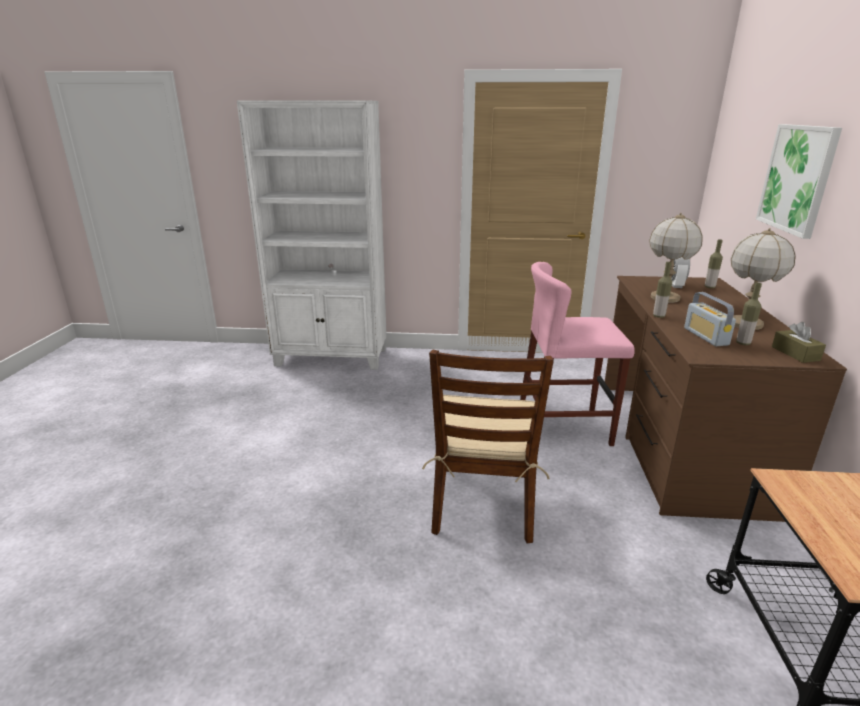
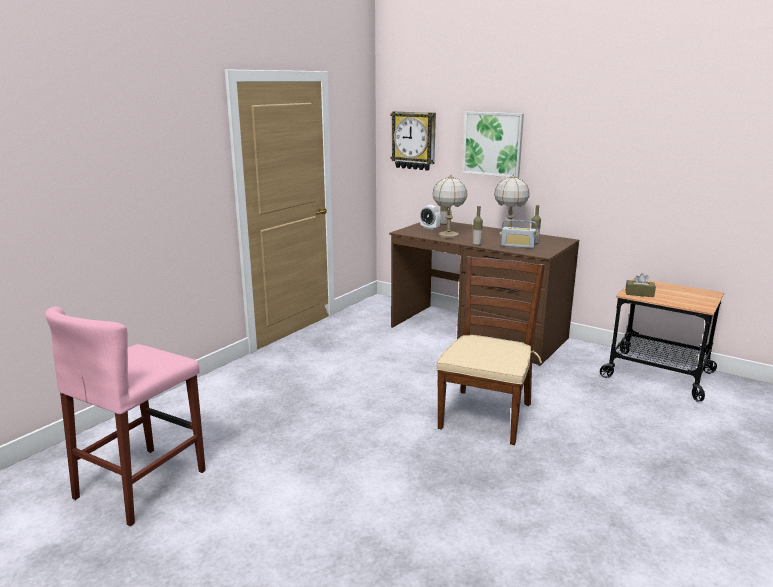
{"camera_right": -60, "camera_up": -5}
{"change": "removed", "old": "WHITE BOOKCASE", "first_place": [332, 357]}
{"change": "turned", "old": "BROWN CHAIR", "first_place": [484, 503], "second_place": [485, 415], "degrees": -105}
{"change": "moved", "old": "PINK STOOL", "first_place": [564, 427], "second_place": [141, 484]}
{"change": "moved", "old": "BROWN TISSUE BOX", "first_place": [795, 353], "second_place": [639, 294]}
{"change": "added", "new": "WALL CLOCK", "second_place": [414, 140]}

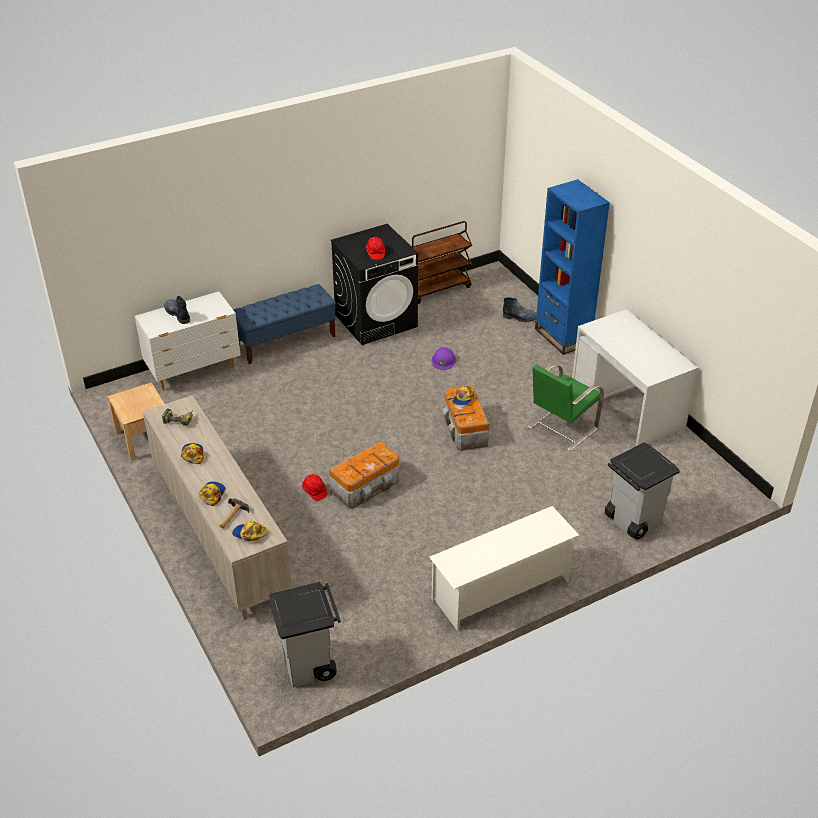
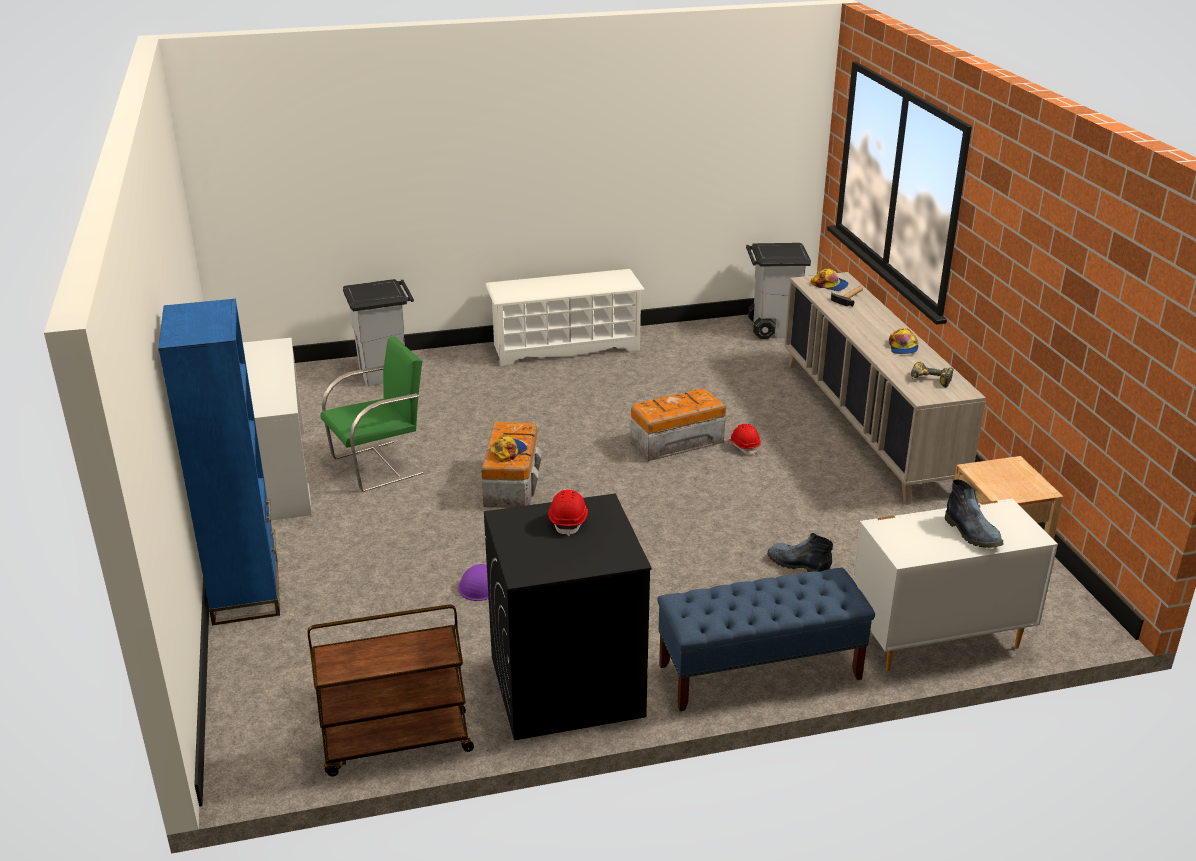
{"camera_right": -165, "camera_up": -10}
{"change": "removed", "old": "CAP", "first_place": [212, 494]}
{"change": "moved", "old": "BOOT", "first_place": [520, 317], "second_place": [797, 565]}

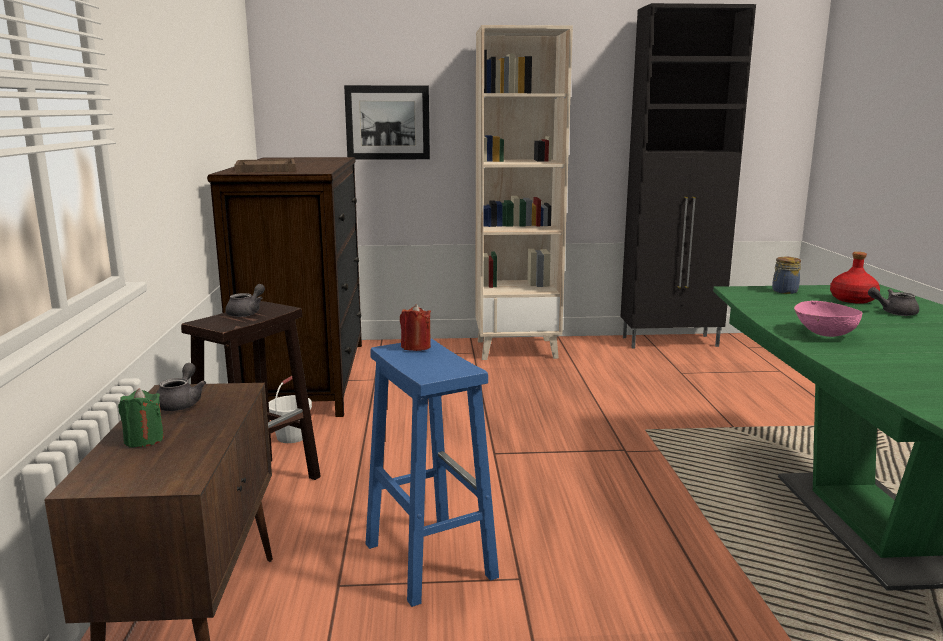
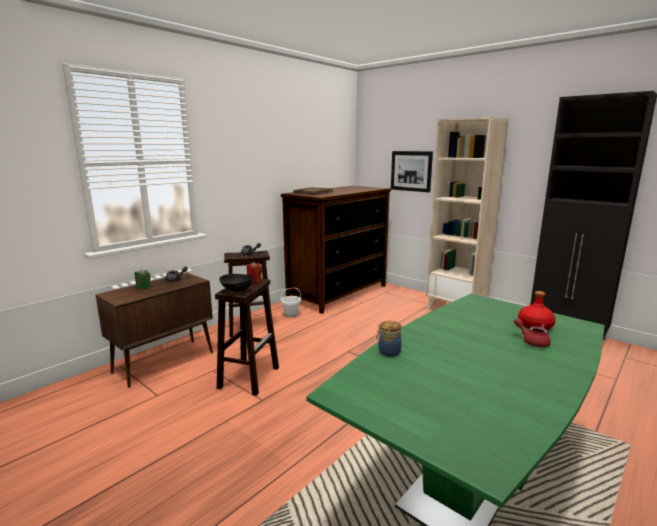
{"camera_right": 45, "camera_up": 0}
{"change": "recoloured", "old": "BLUE STOOL", "new": "BROWN STOOL", "first_place": [428, 559], "second_place": [249, 377]}
{"change": "moved", "old": "JAR", "first_place": [783, 291], "second_place": [388, 352]}
{"change": "removed", "old": "PINK BOWL", "first_place": [823, 334]}
{"change": "recoloured", "old": "GREY TEAPOT", "new": "RED TEAPOT", "first_place": [893, 312], "second_place": [532, 341]}
{"change": "added", "new": "BLACK BOWL", "second_place": [236, 290]}

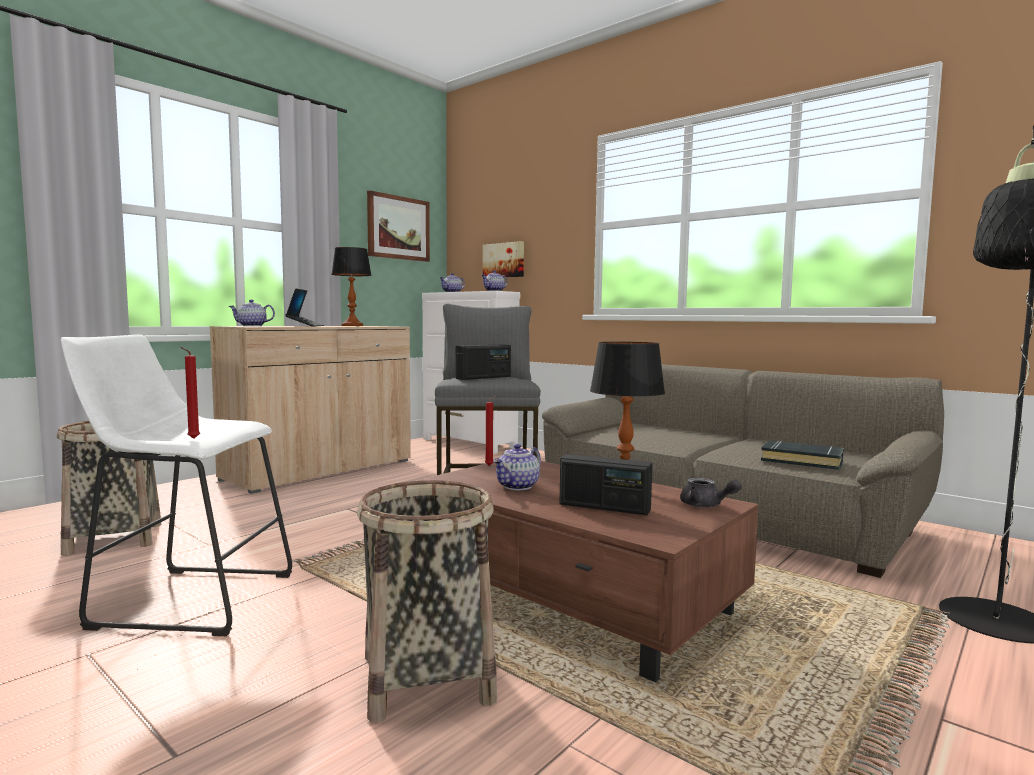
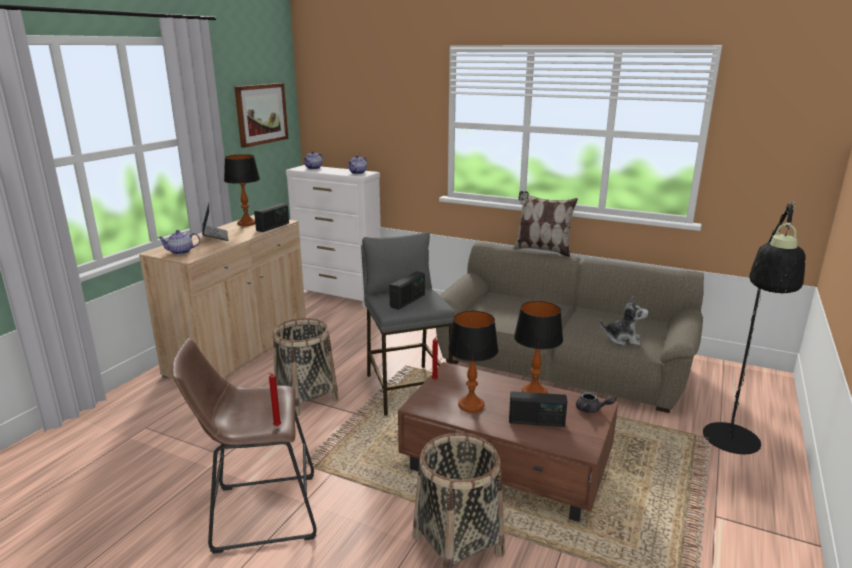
{"camera_right": -15, "camera_up": 15}
{"change": "moved", "old": "BASKET", "first_place": [114, 539], "second_place": [306, 397]}
{"change": "recoloured", "old": "WHITE STOOL", "new": "BROWN STOOL", "first_place": [186, 599], "second_place": [258, 512]}
{"change": "removed", "old": "PICTURE", "first_place": [504, 260]}
{"change": "replaced", "old": "TEAPOT", "new": "TABLE LAMP", "first_place": [518, 486], "second_place": [471, 405]}
{"change": "replaced", "old": "BLACK BOOK", "new": "PLUSH TOY", "first_place": [802, 461], "second_place": [622, 339]}
{"change": "added", "new": "RADIO", "second_place": [273, 227]}
{"change": "added", "new": "PILLOW", "second_place": [542, 250]}

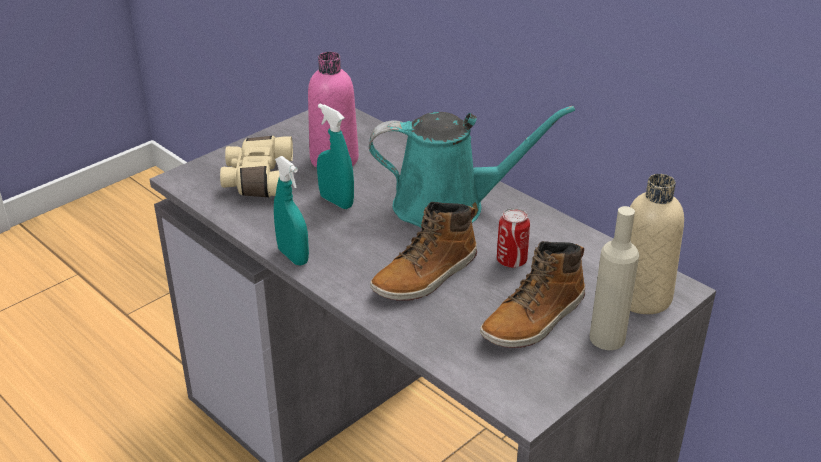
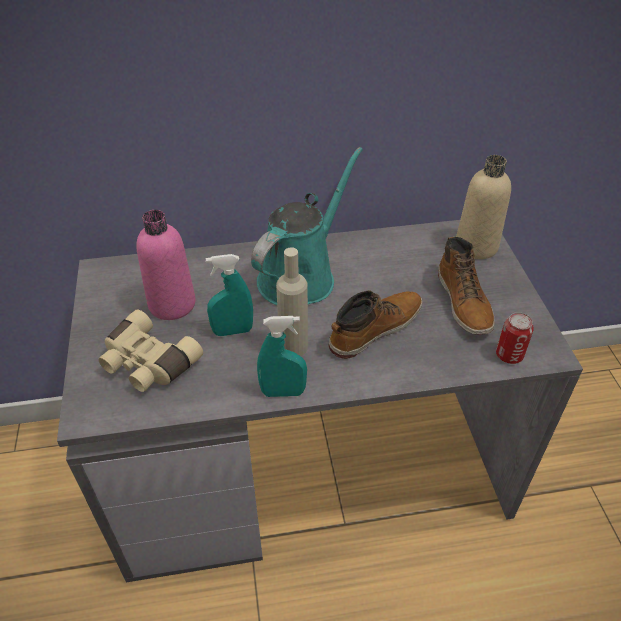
{"camera_right": -55, "camera_up": 10}
{"change": "turned", "old": "BOOT", "first_place": [426, 276], "second_place": [374, 329], "degrees": -120}
{"change": "moved", "old": "CAN", "first_place": [511, 261], "second_place": [509, 355]}
{"change": "moved", "old": "BEIGE BOTTLE", "first_place": [607, 338], "second_place": [293, 347]}

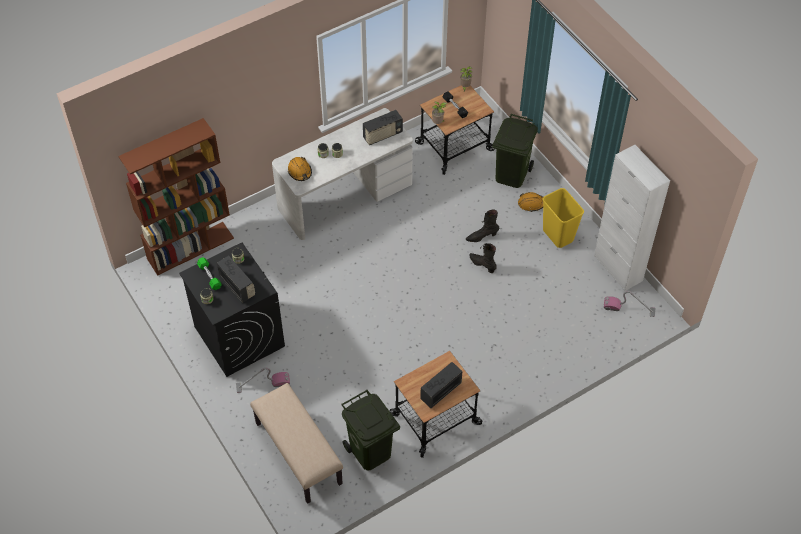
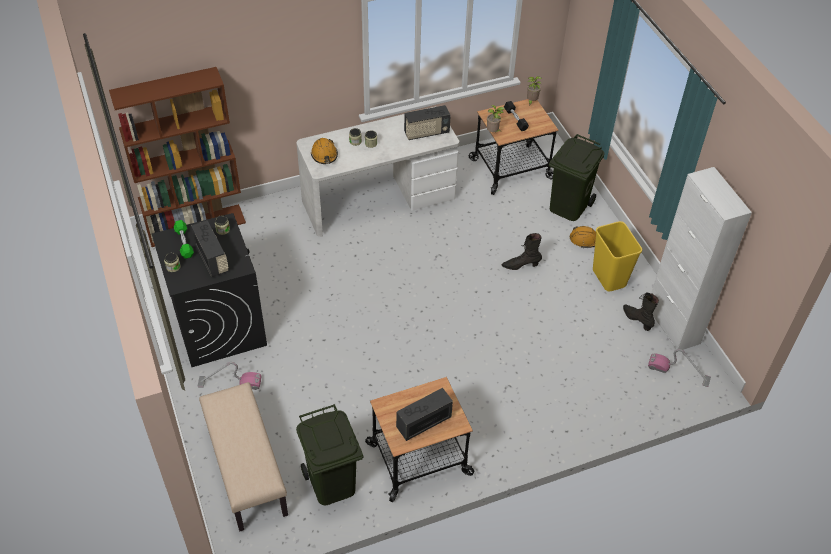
{"camera_right": 10, "camera_up": -5}
{"change": "moved", "old": "BLACK BOOT", "first_place": [482, 265], "second_place": [637, 320]}

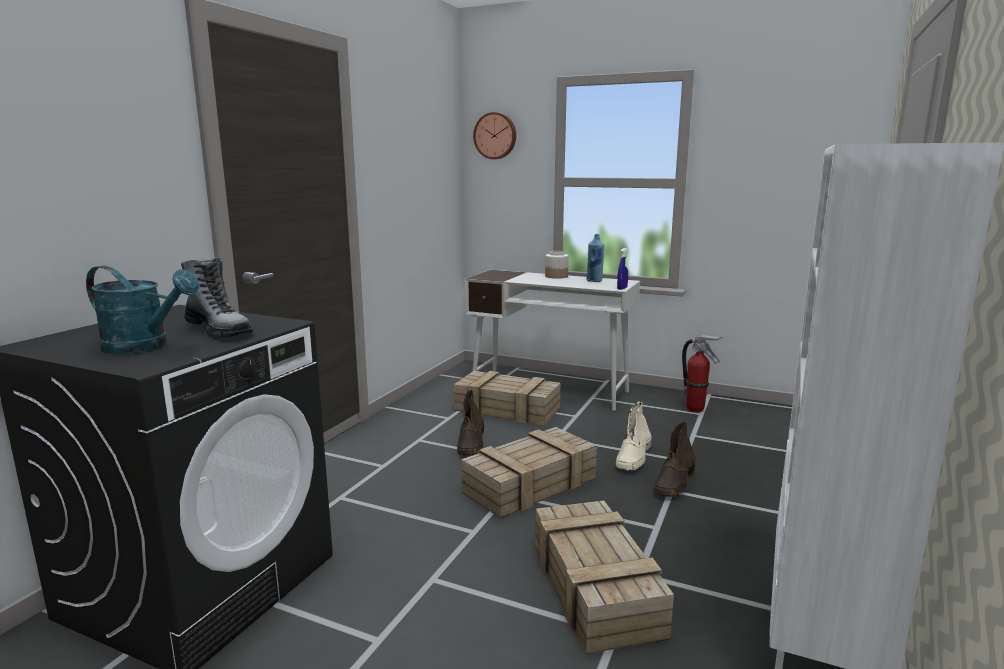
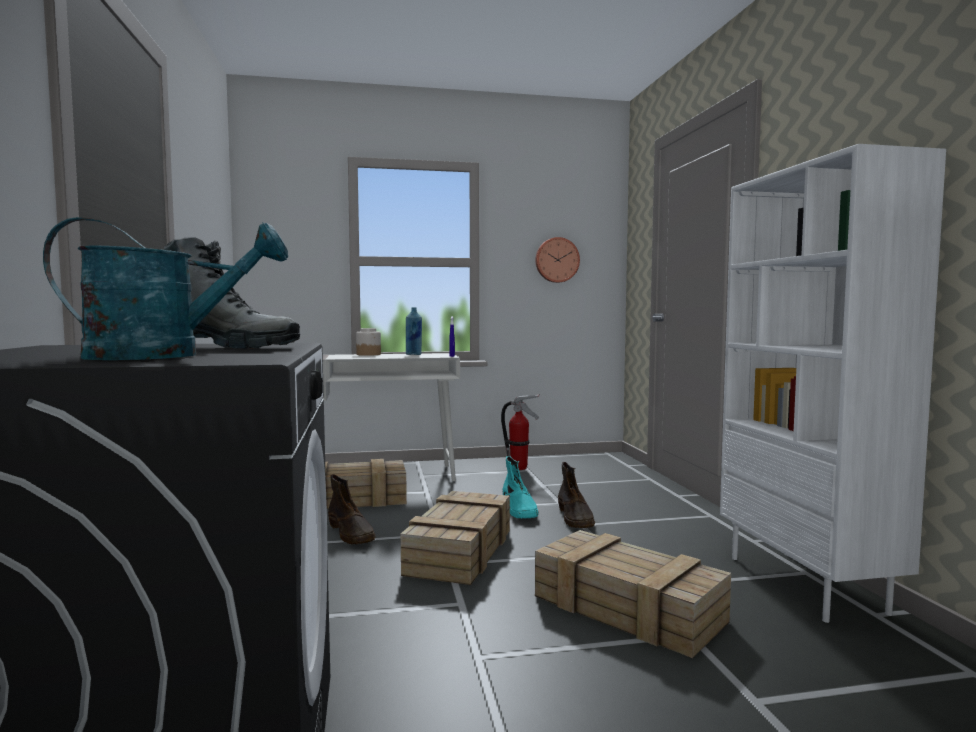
{"camera_right": -35, "camera_up": -10}
{"change": "moved", "old": "WALL CLOCK", "first_place": [495, 136], "second_place": [556, 260]}
{"change": "recoloured", "old": "BEIGE BOOT", "new": "TURQUOISE BOOT", "first_place": [633, 458], "second_place": [520, 510]}

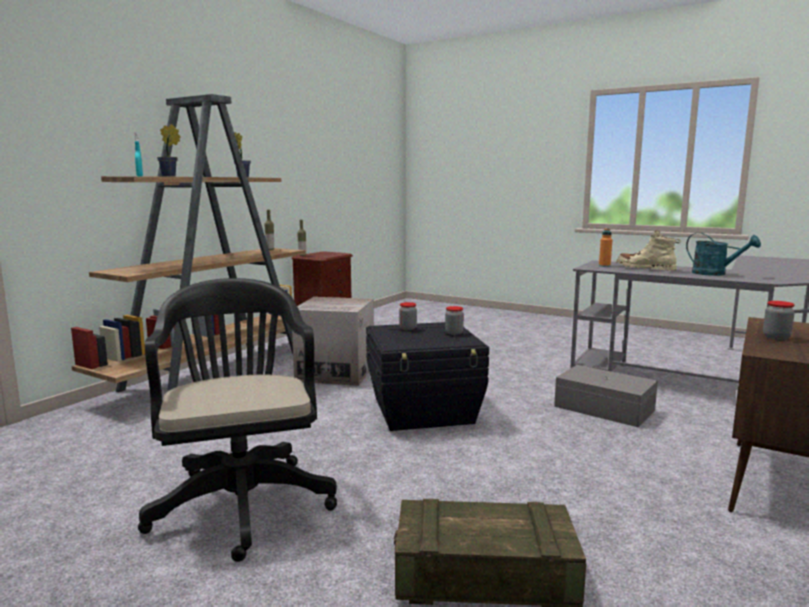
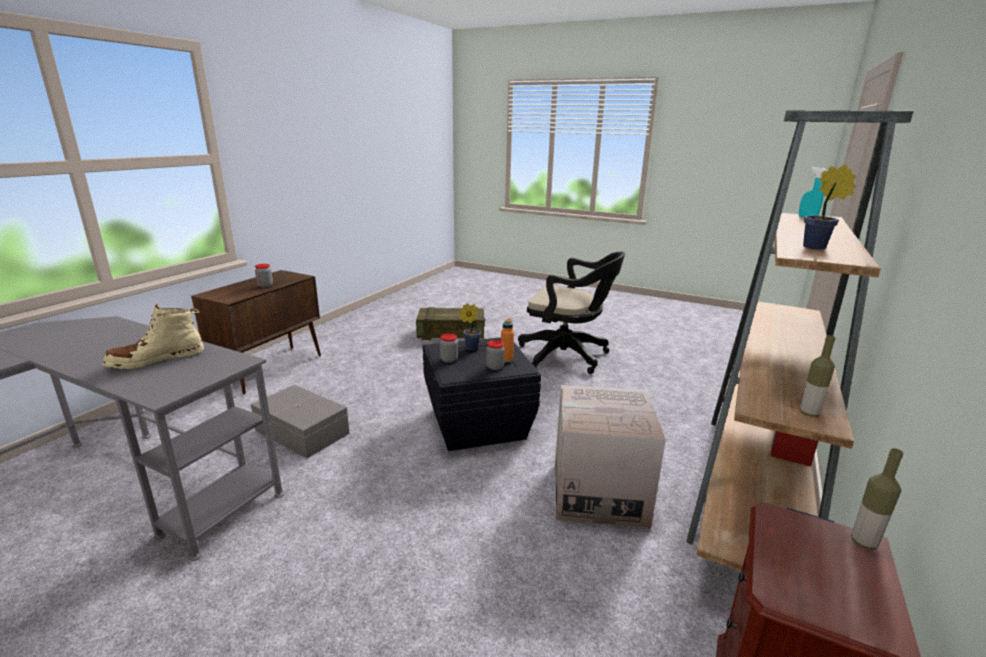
{"camera_right": 175, "camera_up": 10}
{"change": "turned", "old": "BLACK OFFICE CHAIR", "first_place": [242, 500], "second_place": [568, 356], "degrees": -45}
{"change": "moved", "old": "POTTED PLANT", "first_place": [170, 176], "second_place": [470, 348]}
{"change": "moved", "old": "ORANGE BOTTLE", "first_place": [604, 266], "second_place": [506, 360]}
{"change": "turned", "old": "BEIGE BOOT", "first_place": [645, 268], "second_place": [157, 359], "degrees": 105}
{"change": "removed", "old": "TURQUOISE WATERING CAN", "first_place": [715, 274]}

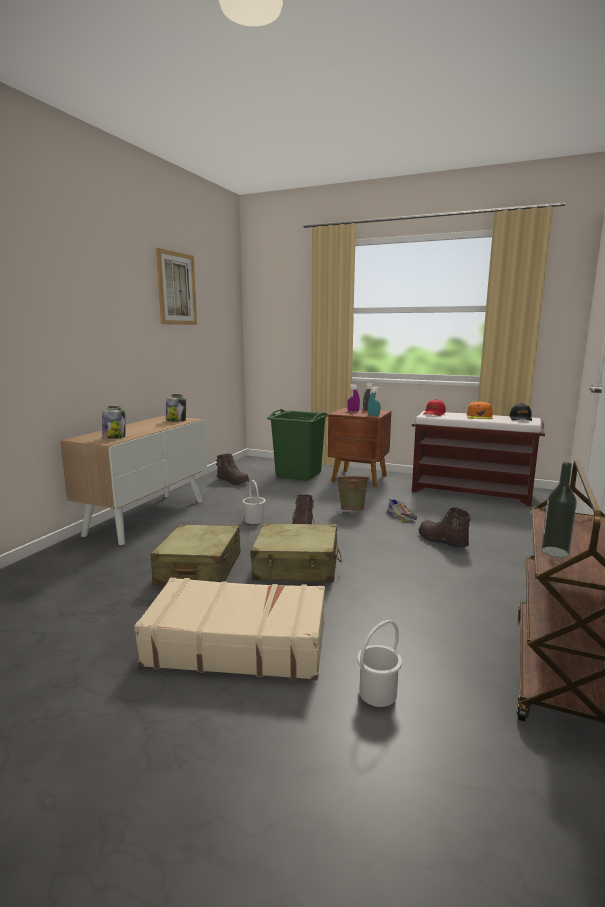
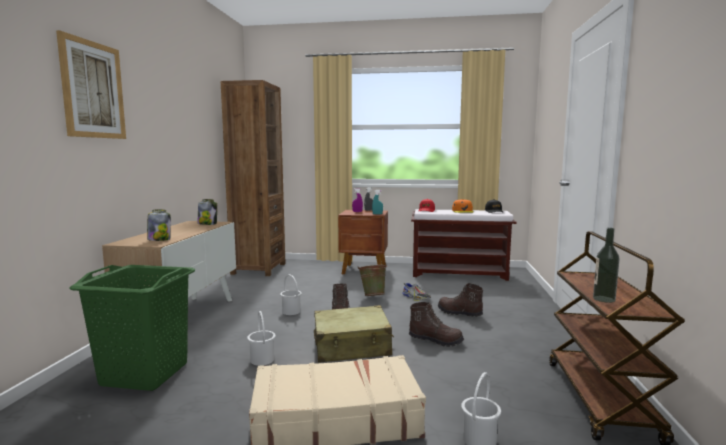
{"camera_right": -15, "camera_up": -5}
{"change": "replaced", "old": "BEIGE SUITCASE", "new": "WHITE BUCKET", "first_place": [199, 569], "second_place": [262, 359]}
{"change": "moved", "old": "PICTURE", "first_place": [176, 288], "second_place": [93, 90]}
{"change": "moved", "old": "BROWN BOOT", "first_place": [233, 481], "second_place": [436, 340]}
{"change": "moved", "old": "GREEN LAUNDRY BASKET", "first_place": [298, 474], "second_place": [145, 373]}
{"change": "added", "new": "BROWN BOOKCASE", "second_place": [258, 269]}

